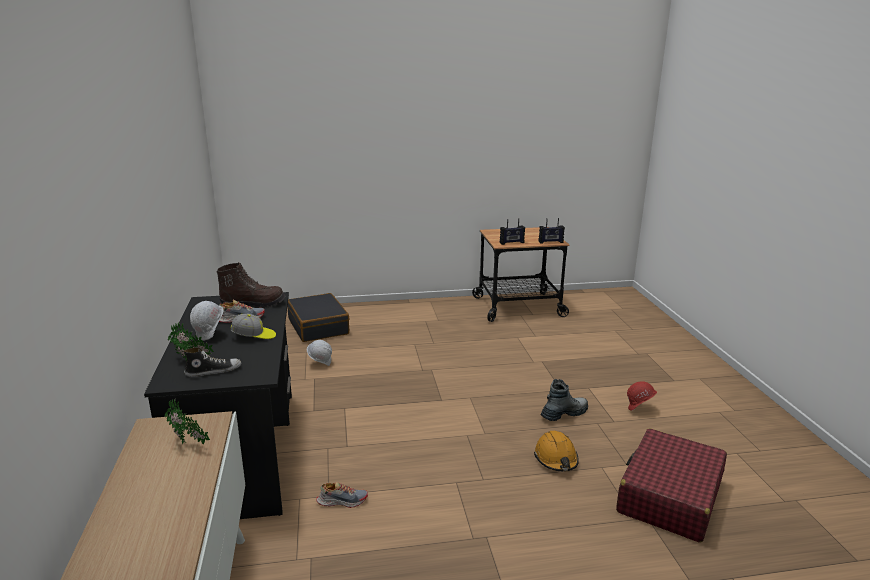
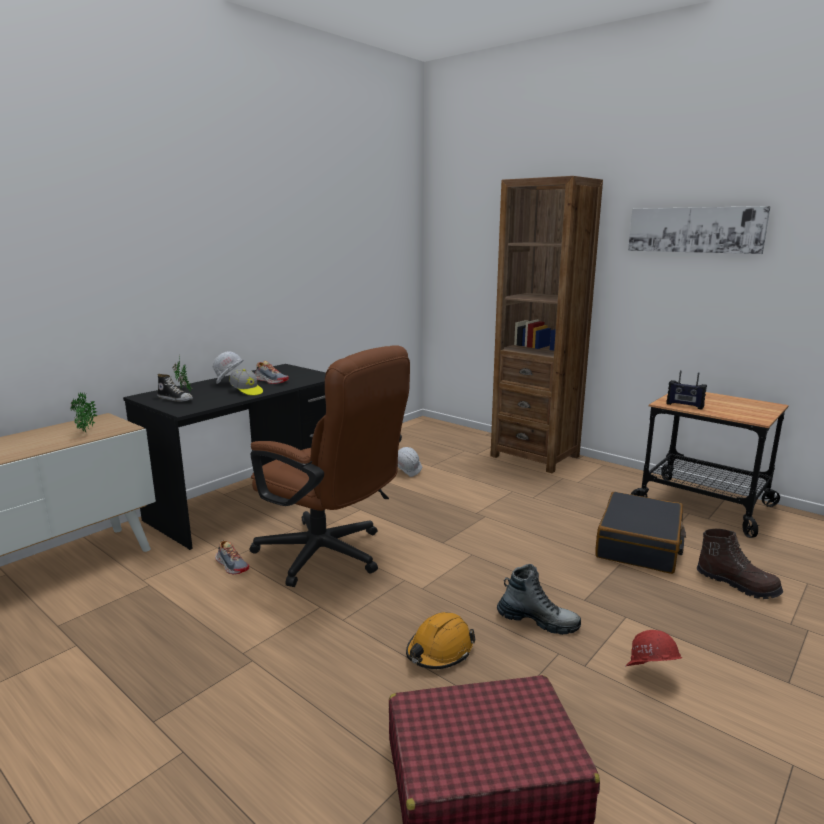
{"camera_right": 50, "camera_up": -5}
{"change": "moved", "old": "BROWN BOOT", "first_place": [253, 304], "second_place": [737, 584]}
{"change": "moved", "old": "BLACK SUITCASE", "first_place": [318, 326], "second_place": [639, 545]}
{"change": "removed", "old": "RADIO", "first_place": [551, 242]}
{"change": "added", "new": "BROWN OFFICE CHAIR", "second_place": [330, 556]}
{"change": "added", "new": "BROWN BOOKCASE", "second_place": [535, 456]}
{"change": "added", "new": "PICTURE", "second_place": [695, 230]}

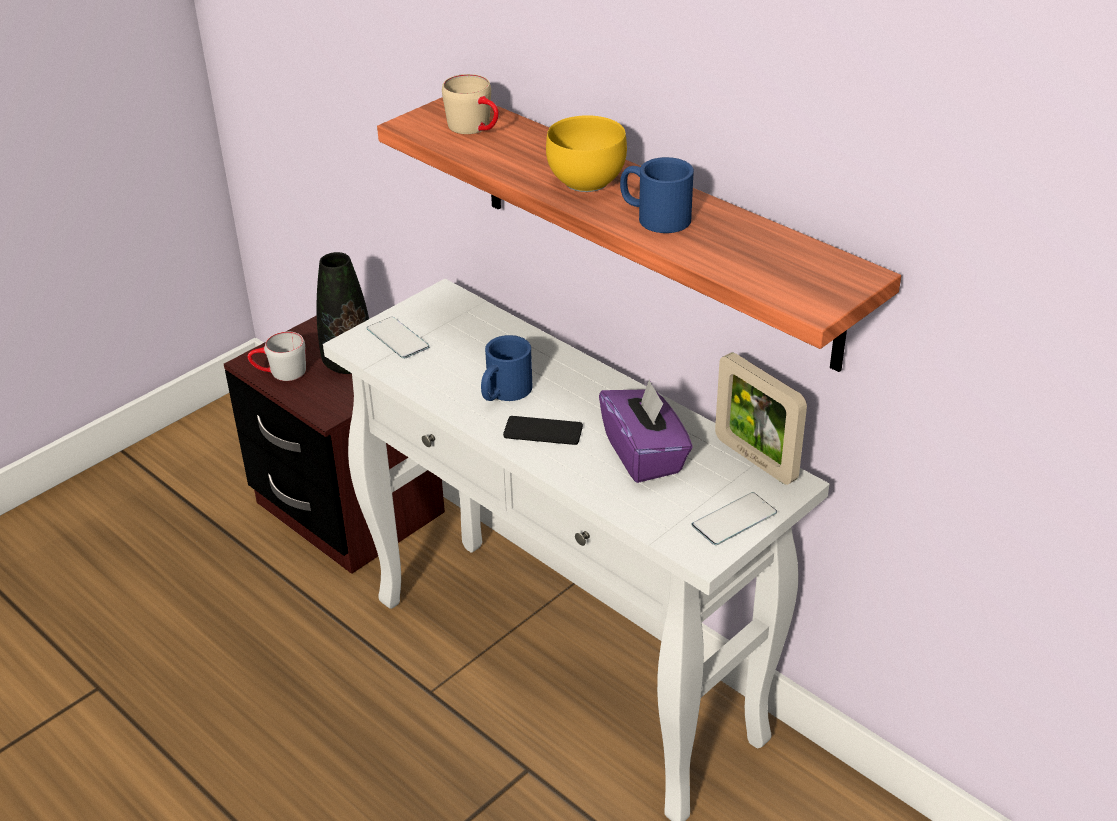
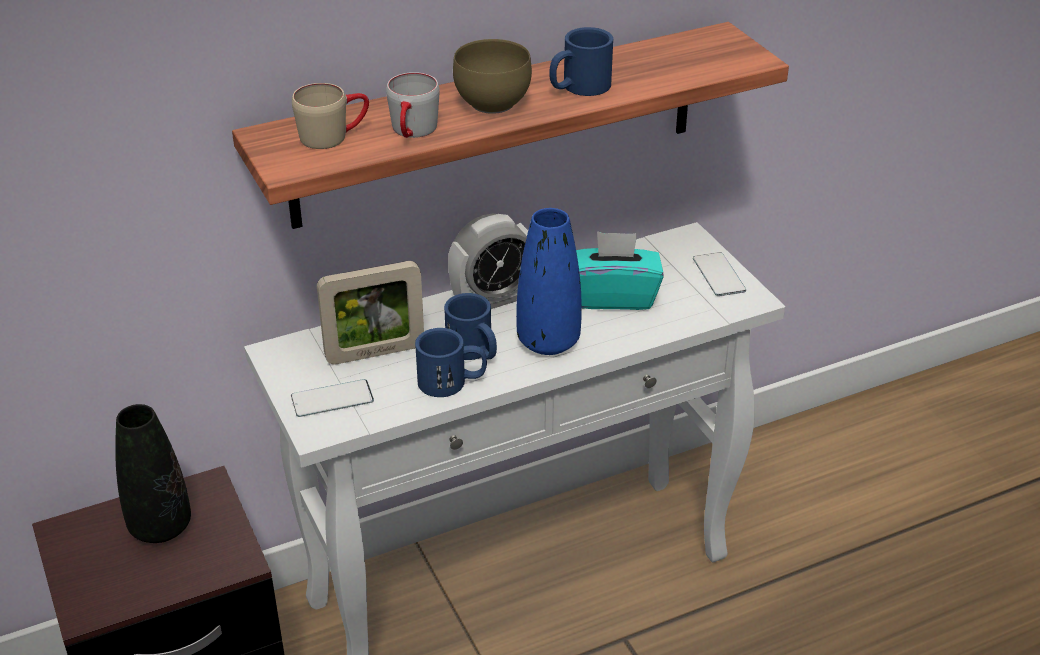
{"camera_right": -70, "camera_up": 0}
{"change": "moved", "old": "GREY MUG", "first_place": [280, 373], "second_place": [412, 132]}
{"change": "replaced", "old": "PHONE", "new": "BLUE VASE", "first_place": [543, 431], "second_place": [548, 342]}
{"change": "recoloured", "old": "YELLOW BOWL", "new": "BROWN BOWL", "first_place": [585, 180], "second_place": [489, 103]}
{"change": "recoloured", "old": "PURPLE TISSUE BOX", "new": "TURQUOISE TISSUE BOX", "first_place": [644, 455], "second_place": [613, 296]}
{"change": "moved", "old": "PICTURE FRAME", "first_place": [755, 459], "second_place": [375, 353]}
{"change": "added", "new": "BLUE MUG", "second_place": [452, 382]}
{"change": "added", "new": "ALARM CLOCK", "second_place": [493, 299]}

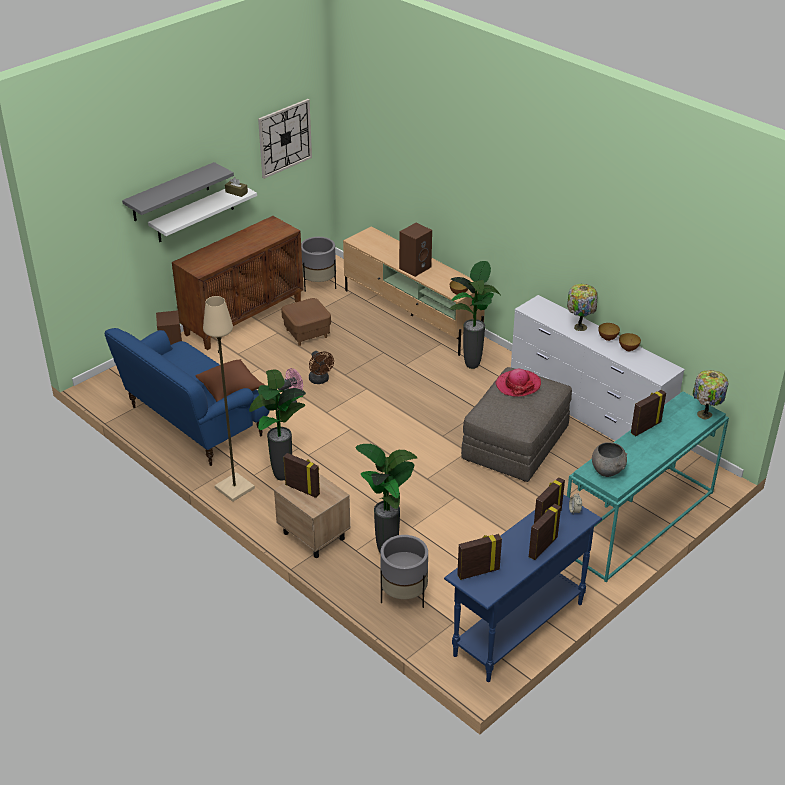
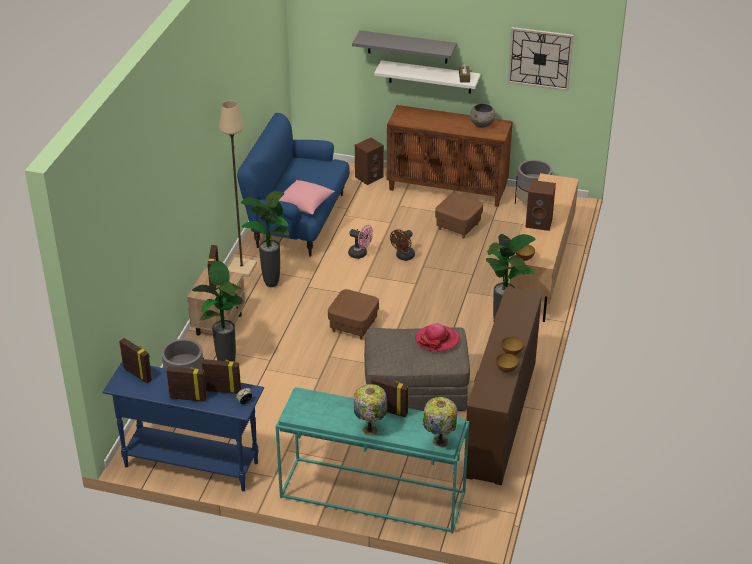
{"camera_right": 60, "camera_up": 0}
{"change": "recoloured", "old": "BROWN PILLOW", "new": "PINK PILLOW", "first_place": [230, 390], "second_place": [304, 205]}
{"change": "recoloured", "old": "WHITE DRESSER", "new": "BROWN DRESSER", "first_place": [587, 412], "second_place": [500, 418]}
{"change": "moved", "old": "TABLE LAMP", "first_place": [579, 326], "second_place": [371, 429]}
{"change": "moved", "old": "GREY BOWL", "first_place": [607, 471], "second_place": [482, 125]}
{"change": "added", "new": "BROWN OTTOMAN", "second_place": [353, 326]}

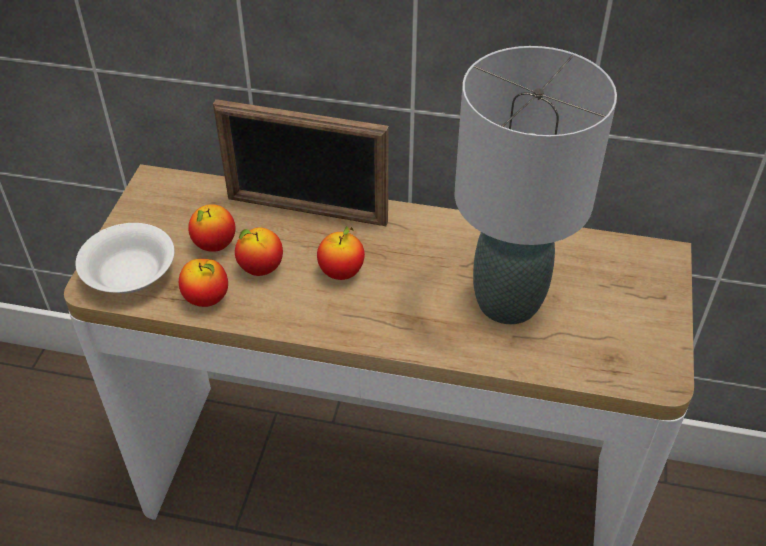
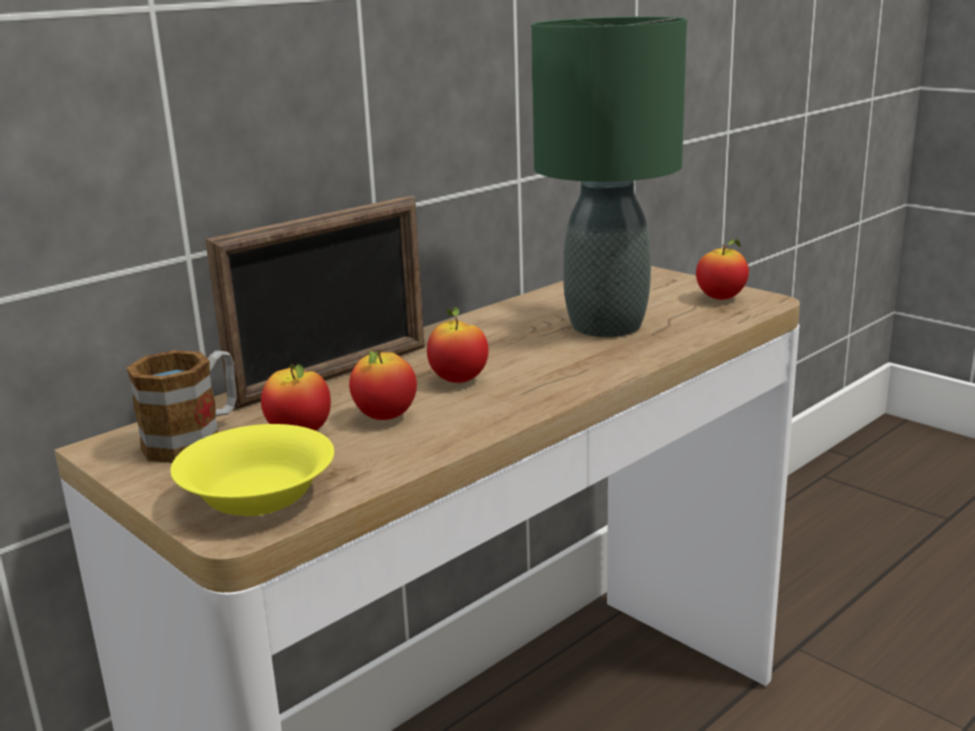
{"camera_right": -55, "camera_up": -25}
{"change": "recoloured", "old": "WHITE BOWL", "new": "YELLOW BOWL", "first_place": [131, 274], "second_place": [258, 496]}
{"change": "moved", "old": "APPLE", "first_place": [207, 299], "second_place": [721, 298]}
{"change": "recoloured", "old": "GREY TABLE LAMP", "new": "GREEN TABLE LAMP", "first_place": [506, 302], "second_place": [605, 326]}
{"change": "added", "new": "MUG", "second_place": [195, 439]}

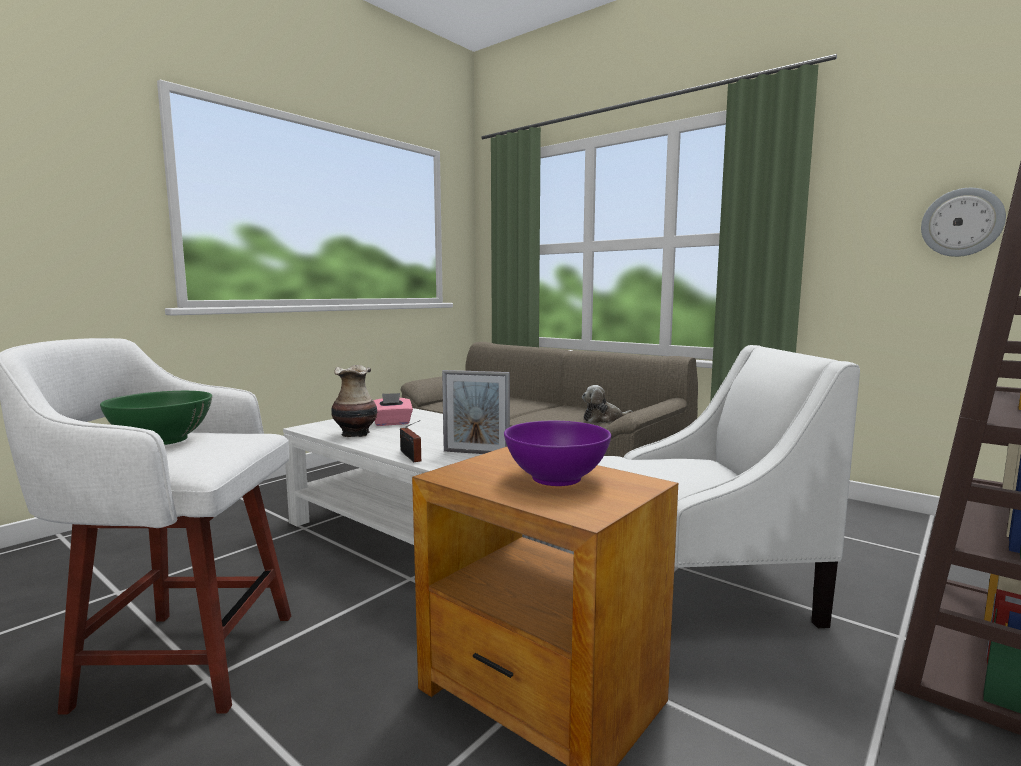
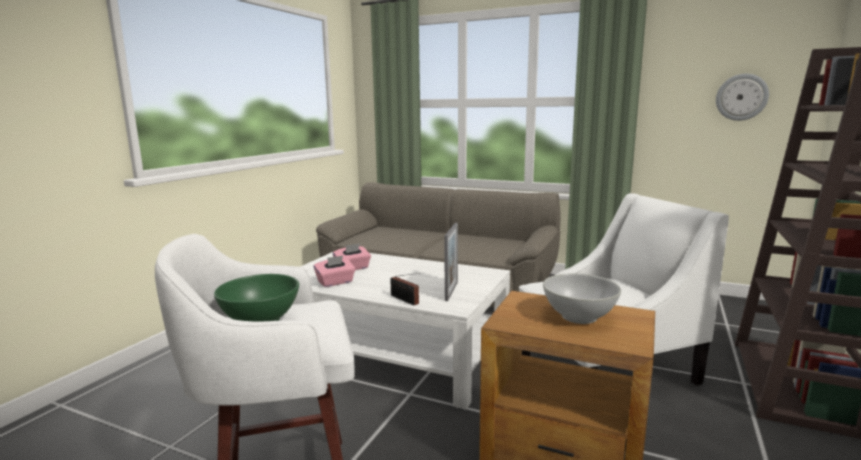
{"camera_right": -15, "camera_up": 5}
{"change": "replaced", "old": "VASE", "new": "PINK TISSUE BOX", "first_place": [356, 434], "second_place": [335, 282]}
{"change": "turned", "old": "PICTURE FRAME", "first_place": [476, 453], "second_place": [451, 291], "degrees": -75}
{"change": "recoloured", "old": "PURPLE BOWL", "new": "WHITE BOWL", "first_place": [556, 478], "second_place": [579, 317]}
{"change": "removed", "old": "PLUSH TOY", "first_place": [603, 419]}

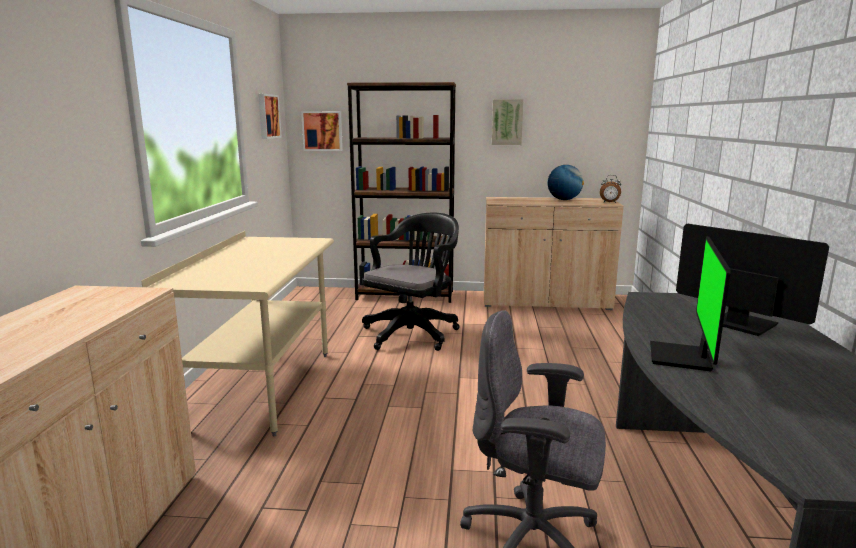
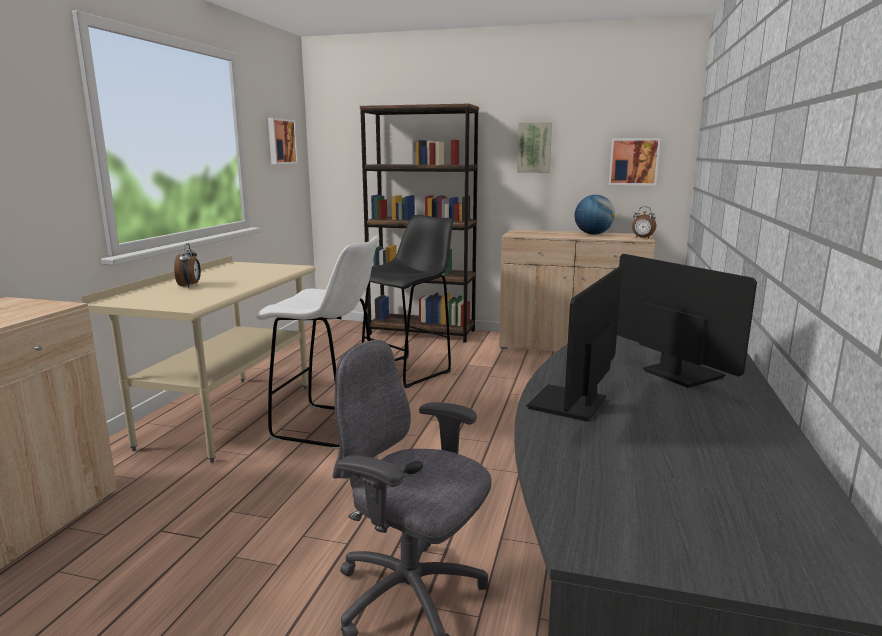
{"camera_right": 10, "camera_up": 0}
{"change": "moved", "old": "PICTURE", "first_place": [322, 131], "second_place": [633, 161]}
{"change": "replaced", "old": "BLACK OFFICE CHAIR", "new": "BLACK STOOL", "first_place": [413, 333], "second_place": [408, 371]}
{"change": "added", "new": "ALARM CLOCK", "second_place": [190, 285]}
{"change": "added", "new": "WHITE STOOL", "second_place": [329, 427]}

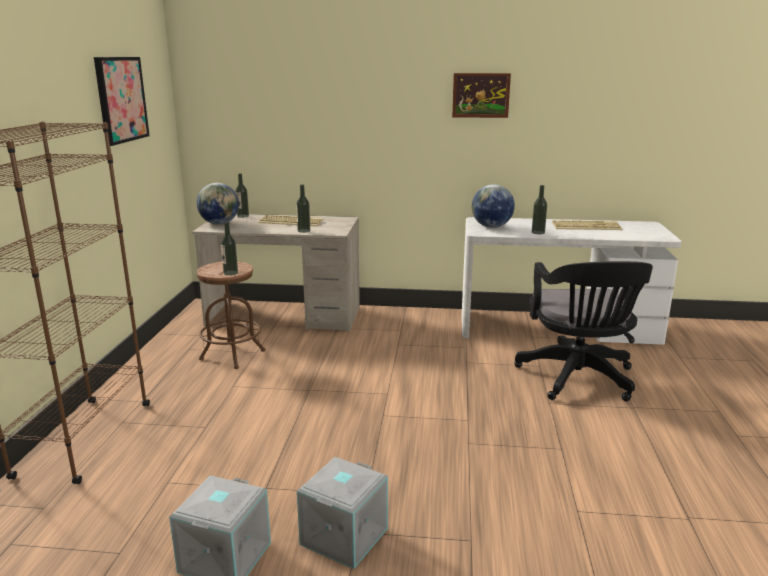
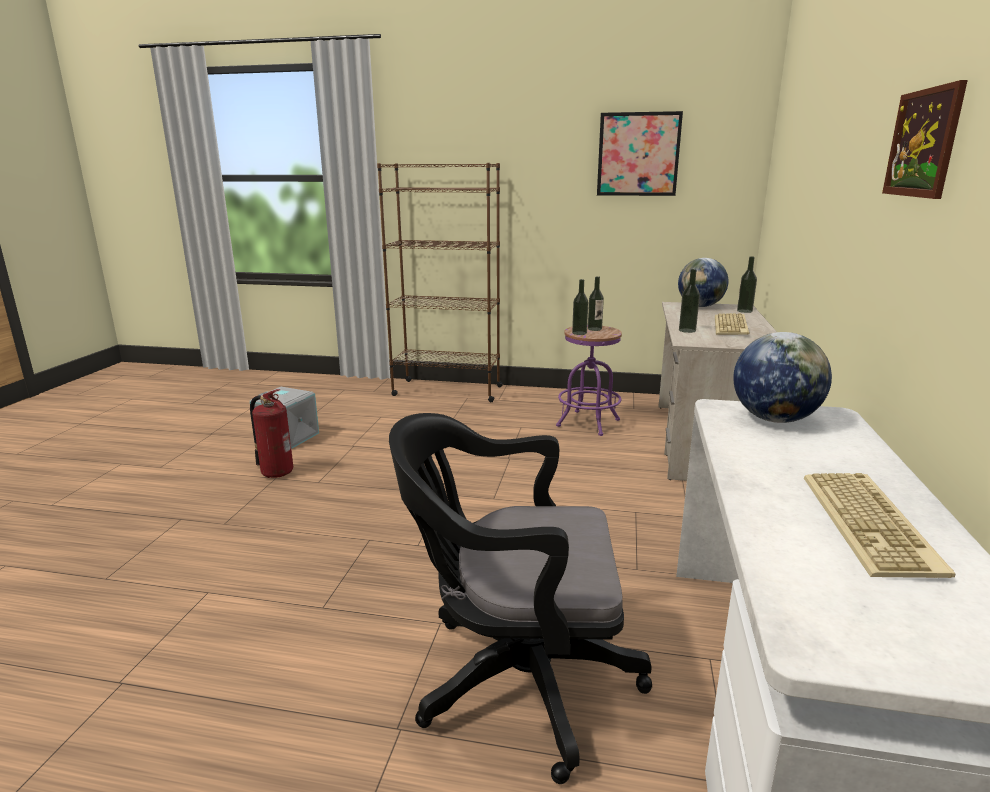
{"camera_right": 95, "camera_up": 0}
{"change": "recoloured", "old": "BROWN STOOL", "new": "PURPLE STOOL", "first_place": [232, 355], "second_place": [588, 423]}
{"change": "replaced", "old": "GREY STORAGE BOX", "new": "FIRE EXTINGUISHER", "first_place": [343, 535], "second_place": [276, 472]}
{"change": "moved", "old": "BOTTLE", "first_place": [538, 232], "second_place": [594, 329]}

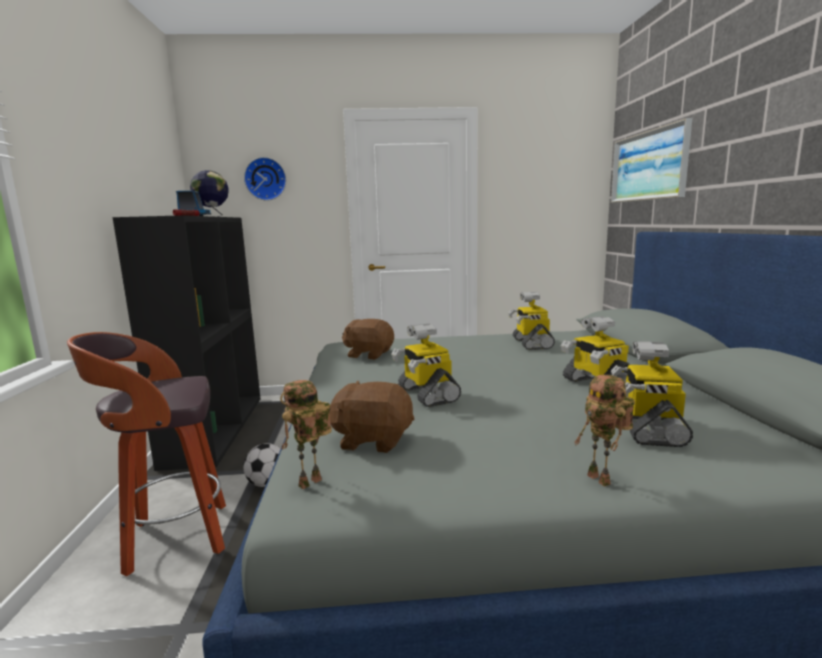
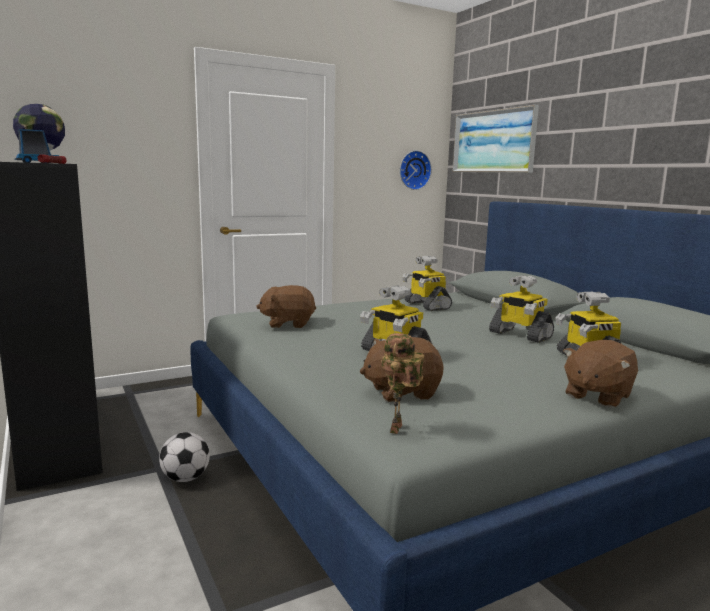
{"camera_right": -25, "camera_up": 0}
{"change": "removed", "old": "STOOL", "first_place": [175, 539]}
{"change": "moved", "old": "WALL CLOCK", "first_place": [266, 179], "second_place": [413, 170]}
{"change": "replaced", "old": "TOY ROBOT", "new": "BROWN PLUSH TOY", "first_place": [602, 480], "second_place": [597, 395]}

